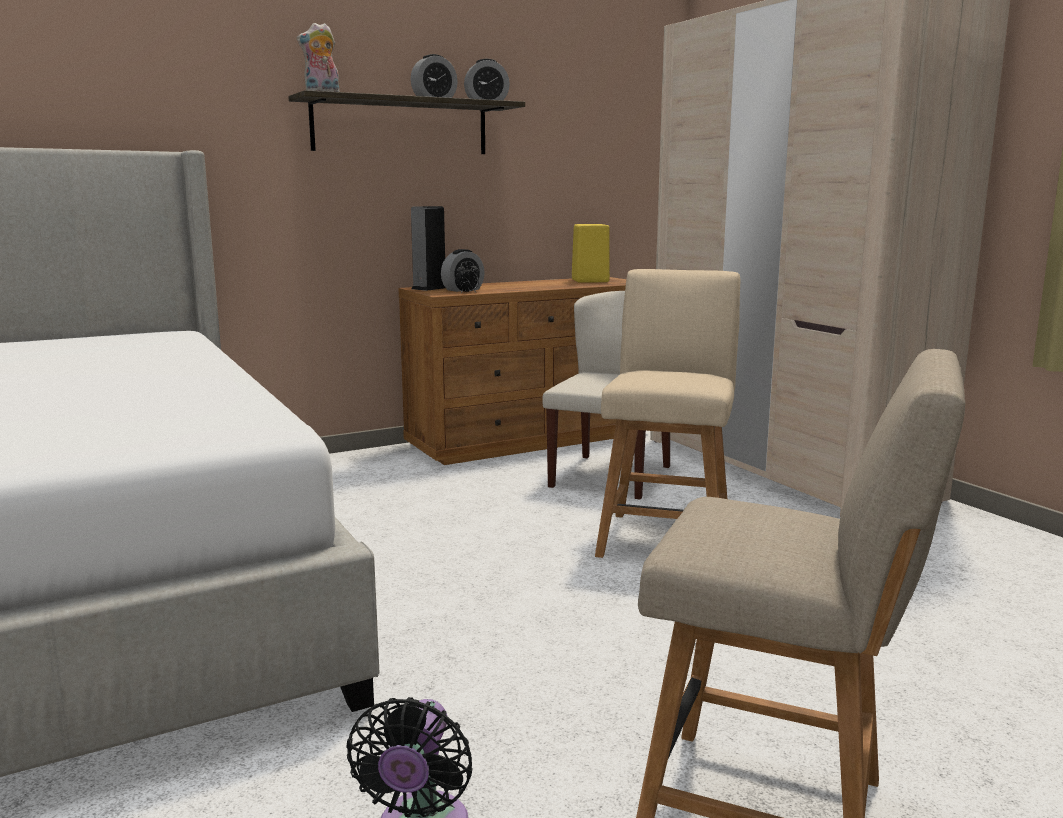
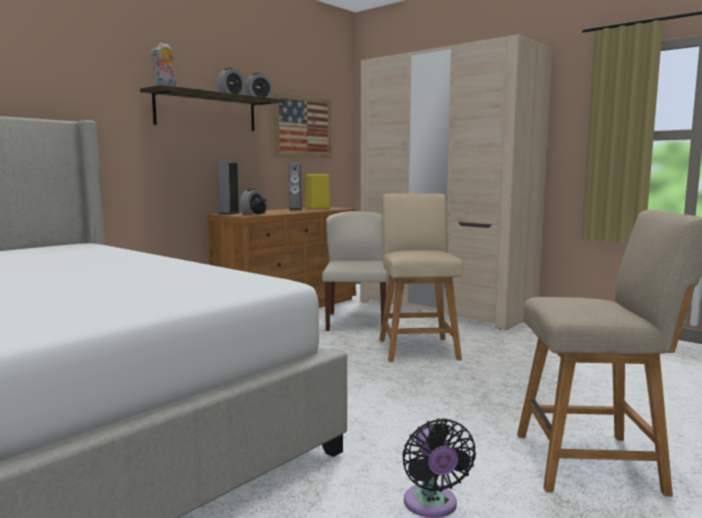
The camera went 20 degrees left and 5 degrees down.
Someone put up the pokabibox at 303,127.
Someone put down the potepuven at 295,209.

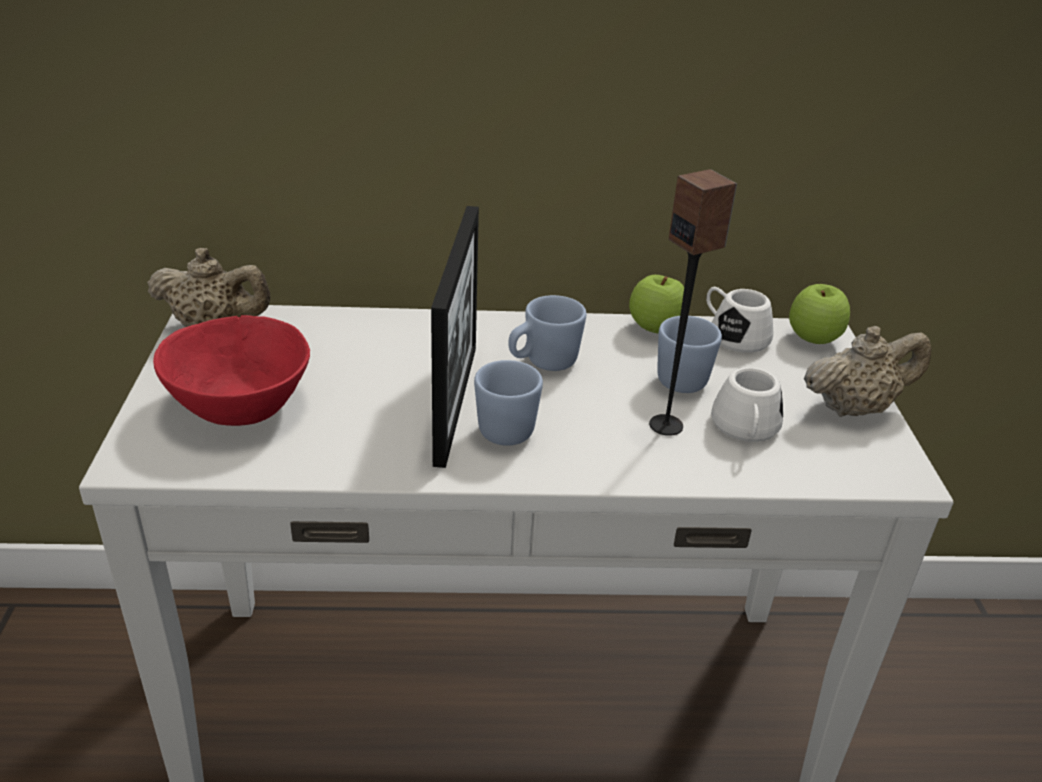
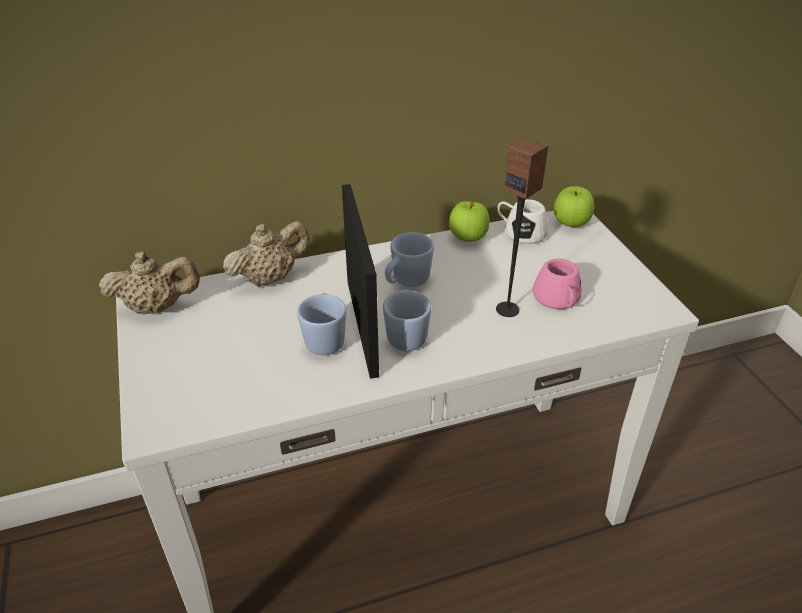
The camera went 15 degrees left and 5 degrees up.
Someone carried the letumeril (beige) from 854,408 to 270,278.
Someone carried the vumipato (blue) from 683,376 to 325,339.
Someone repainted the vumipato (white) at 745,430, which became the vumipato (pink) at 558,300.
Someone took away the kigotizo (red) at 242,405.

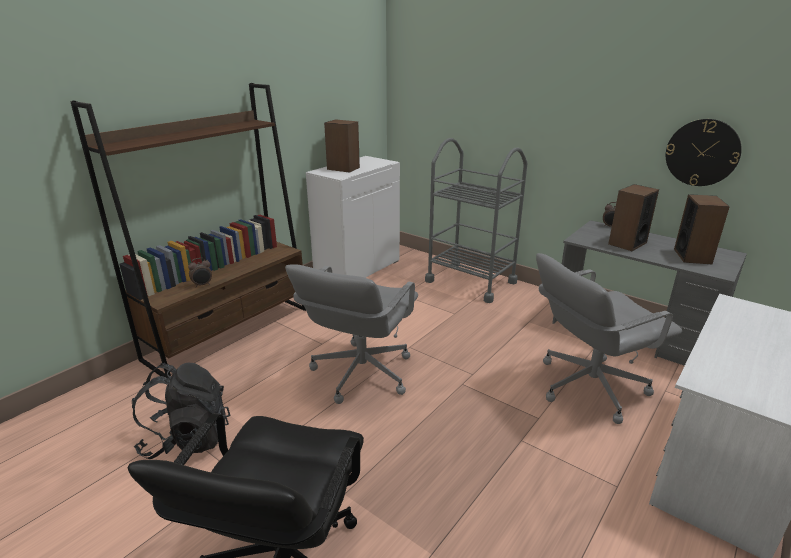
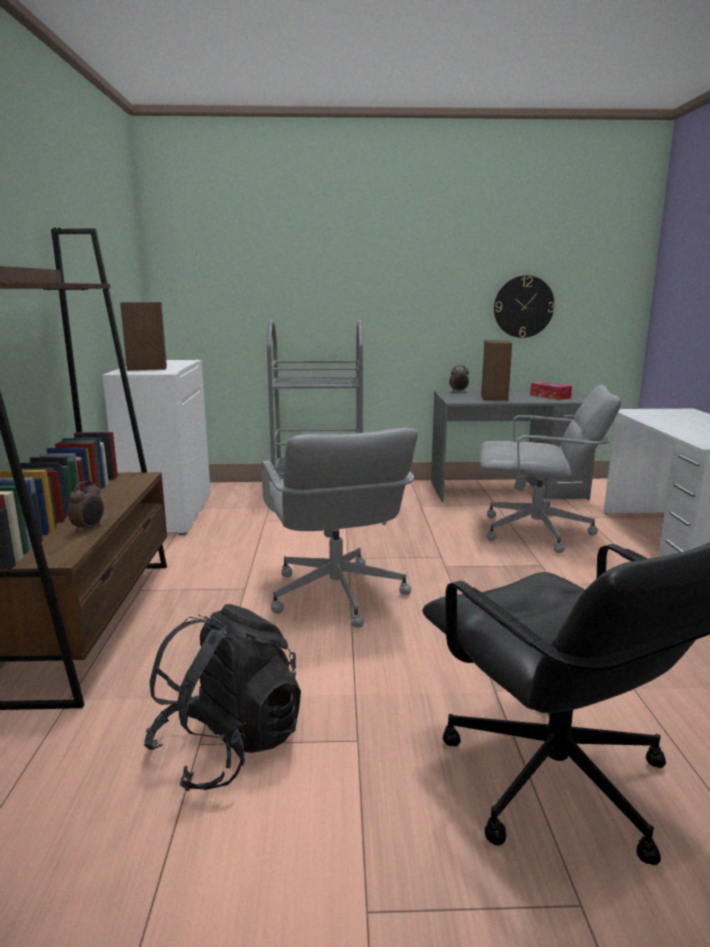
The camera went 40 degrees left and 10 degrees down.
Someone rotated the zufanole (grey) at 589,386 by 105 degrees counterclockwise.
Someone swapped the potepuven at 692,256 for the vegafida at 550,396.

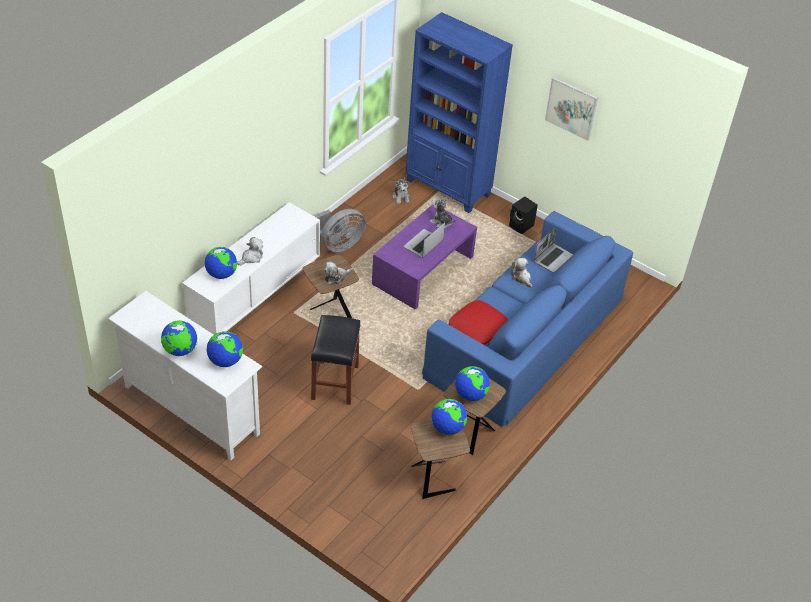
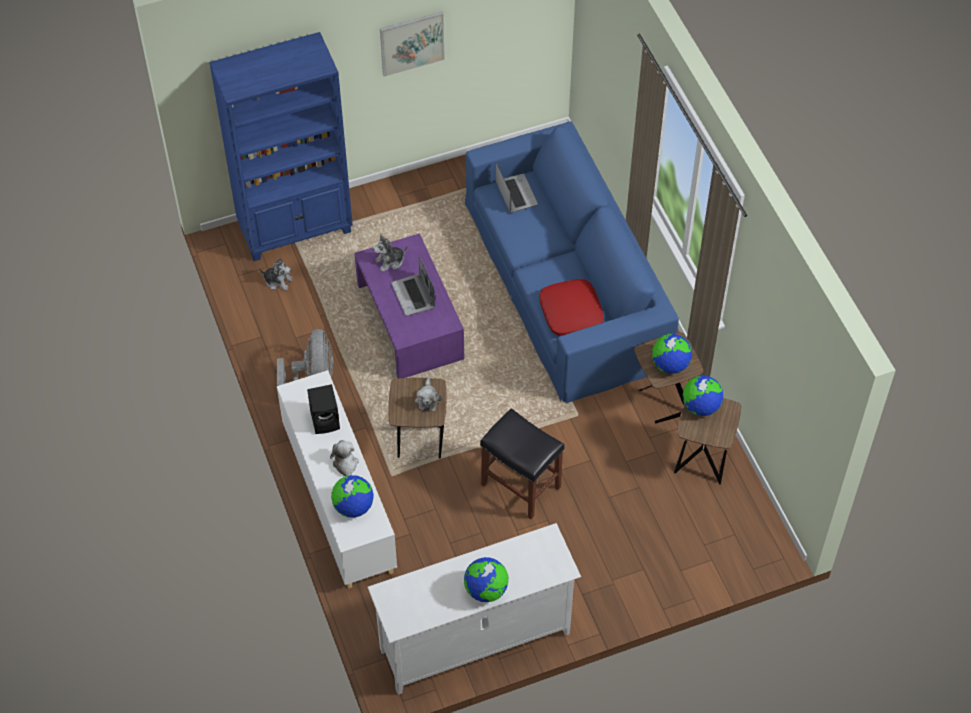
The camera went 55 degrees left and 10 degrees up.
Someone carried the potepuven (black) from 521,226 to 326,420.
Someone took away the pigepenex at 225,361.
Someone took away the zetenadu at 521,278.

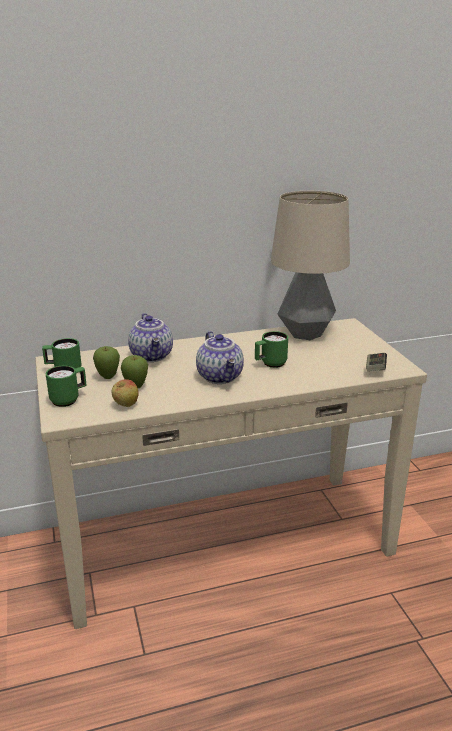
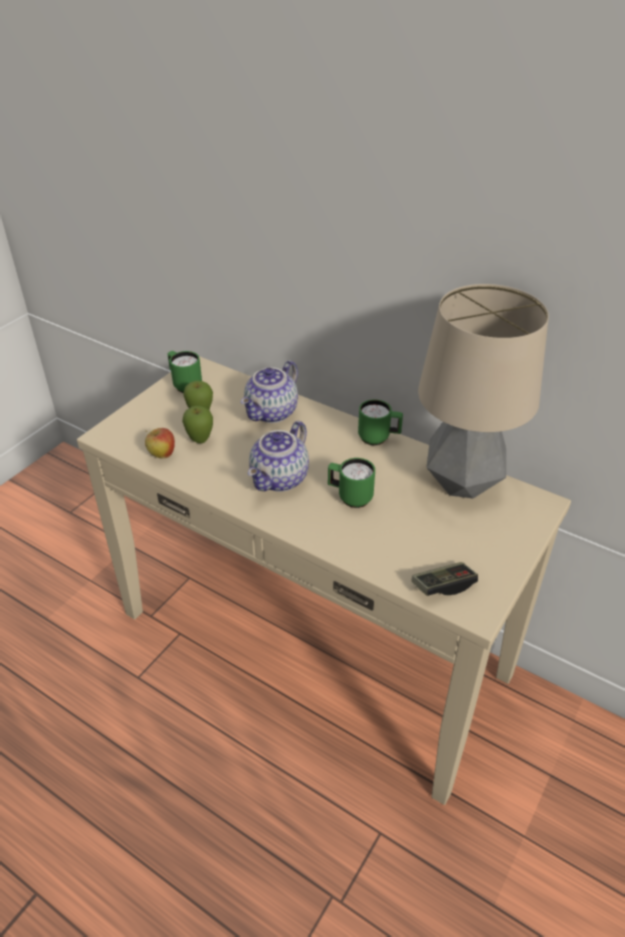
The camera went 50 degrees right and 15 degrees up.
Someone carried the vumipato (green) from 69,400 to 379,438.

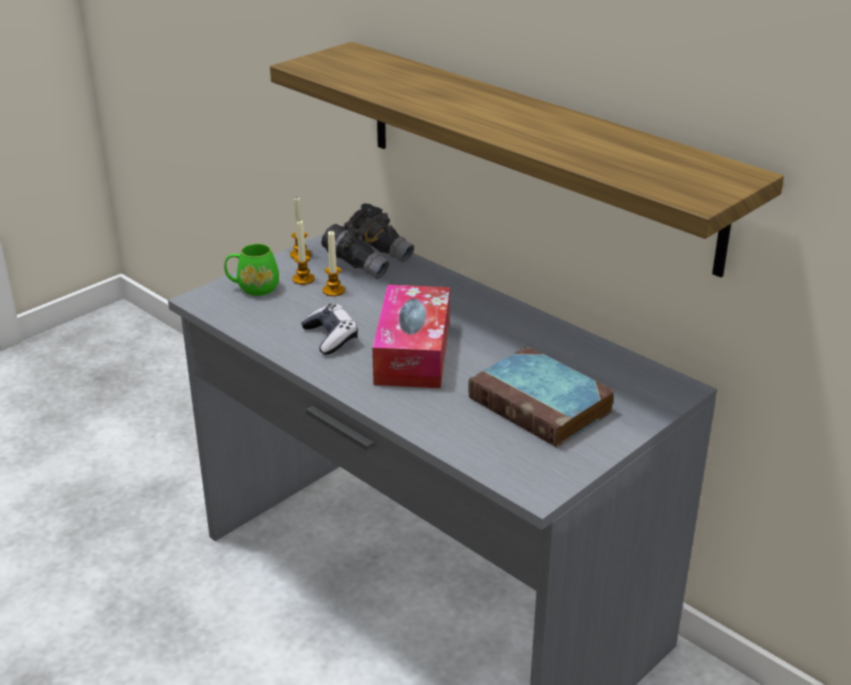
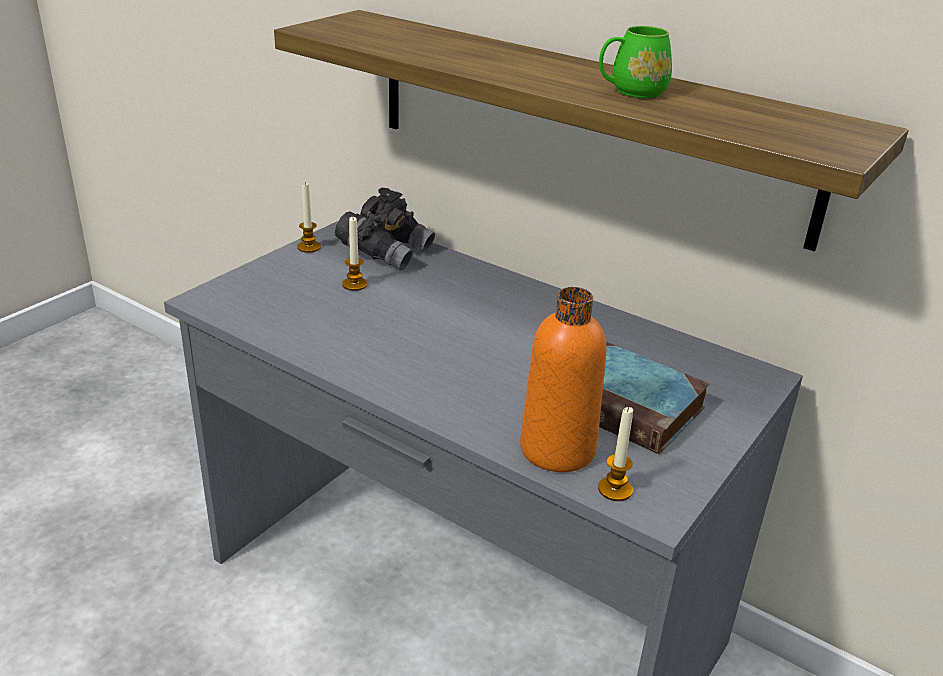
The camera went 10 degrees left and 0 degrees up.
Someone put down the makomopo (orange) at 557,449.
Someone carried the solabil from 303,279 to 615,489.
Someone carried the vumipato (green) from 253,288 to 631,91.
Someone took away the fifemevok at 330,337.
Someone took away the vegafida at 413,352.

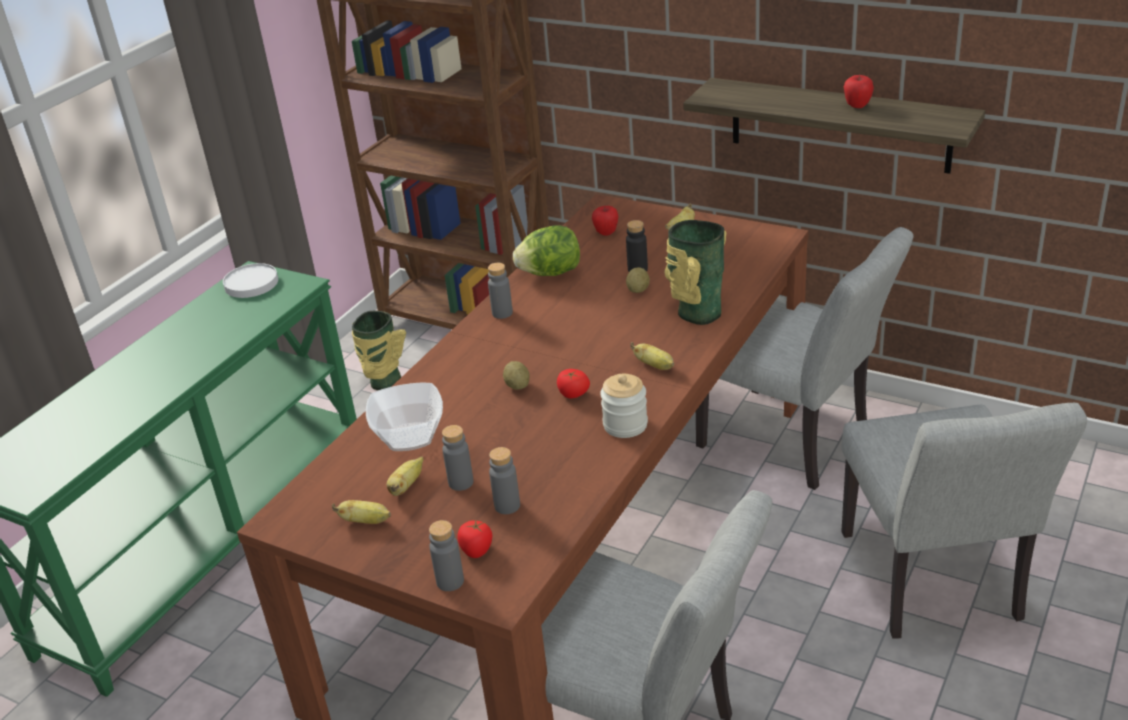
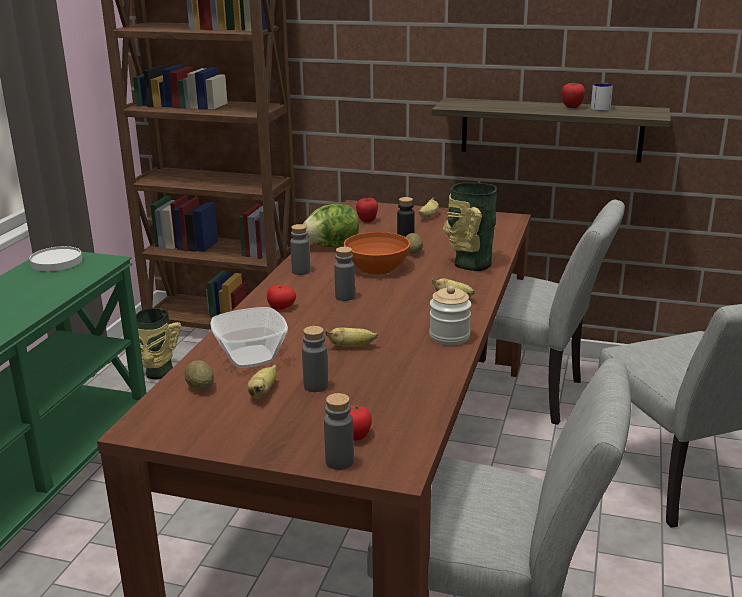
The camera went 15 degrees left and 10 degrees down.
Someone carried the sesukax from 517,386 to 200,387.
Someone carried the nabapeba from 573,394 to 281,307.
Someone carried the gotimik from 366,521 to 352,346.
Someone carried the makomopo (grey) from 507,506 to 345,297.
Someone put down the kigotizo (orange) at 376,267.
Someone put down the vumipato at 599,108.

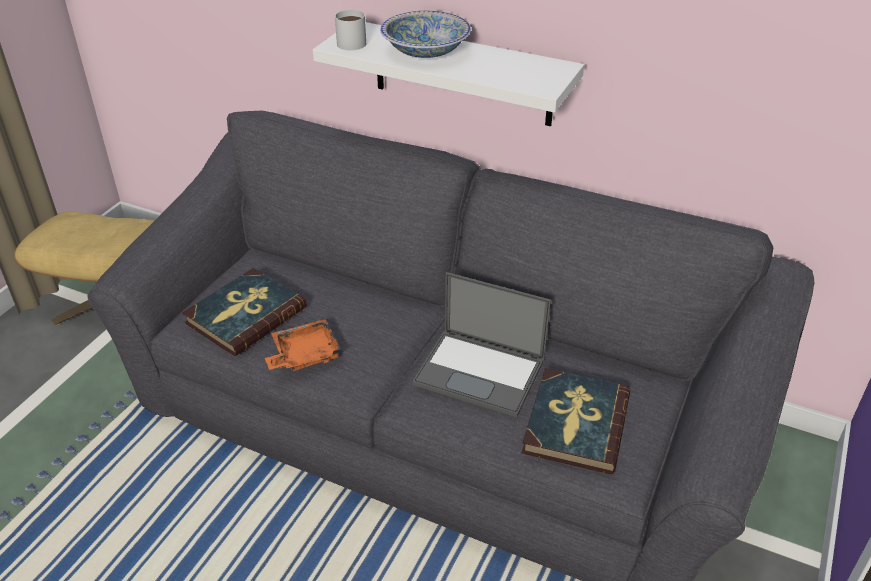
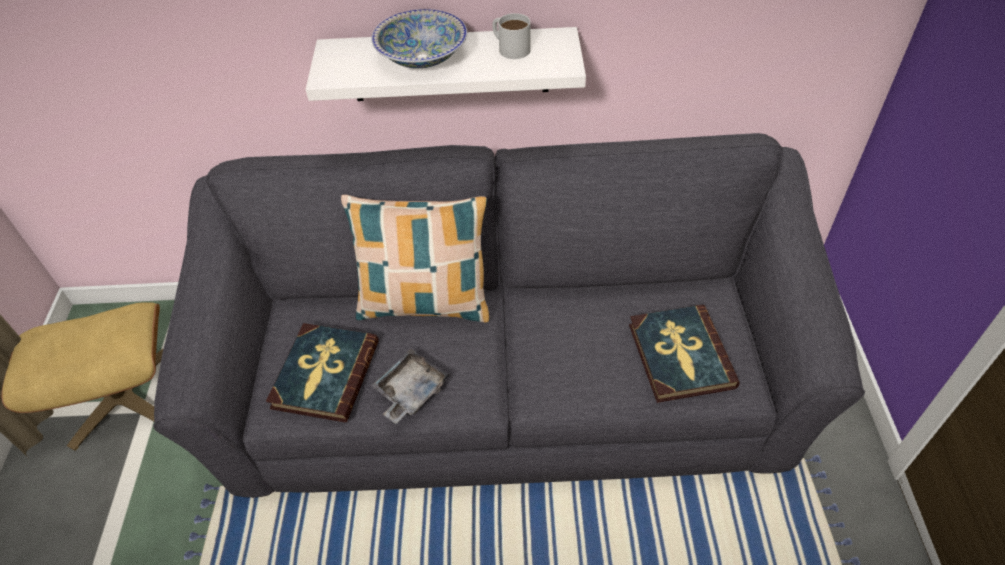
The camera went 25 degrees left and 10 degrees up.
Someone put down the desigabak at 425,304.
Someone repainted the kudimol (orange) at 304,354, which became the kudimol (grey) at 410,391.
Someone carried the vumipato (white) from 350,41 to 510,47.
Someone took away the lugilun at 481,372.

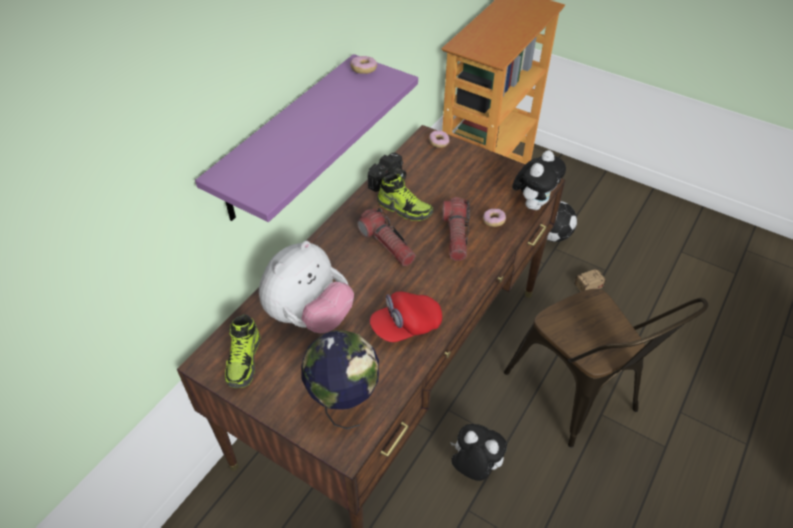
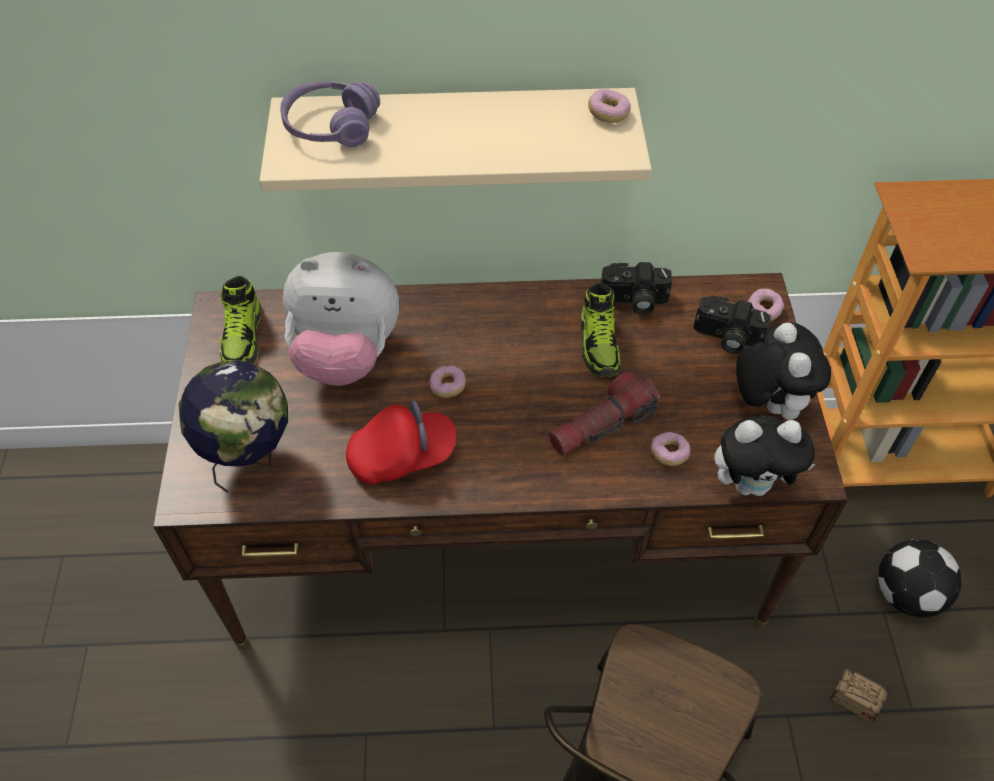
The camera went 55 degrees right and 5 degrees up.
Someone rotated the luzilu at 244,360 by 60 degrees counterclockwise.
Someone repainted the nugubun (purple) at 286,139, which became the nugubun (beige) at 455,135.
Someone put down the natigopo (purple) at 331,126.
Someone rotated the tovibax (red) at 406,326 by 135 degrees clockwise.
Someone put down the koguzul at 448,387.
Someone put down the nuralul at 726,338.
Someone carried the zetenadu from 474,467 to 768,403.
Someone took away the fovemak at 387,244.

